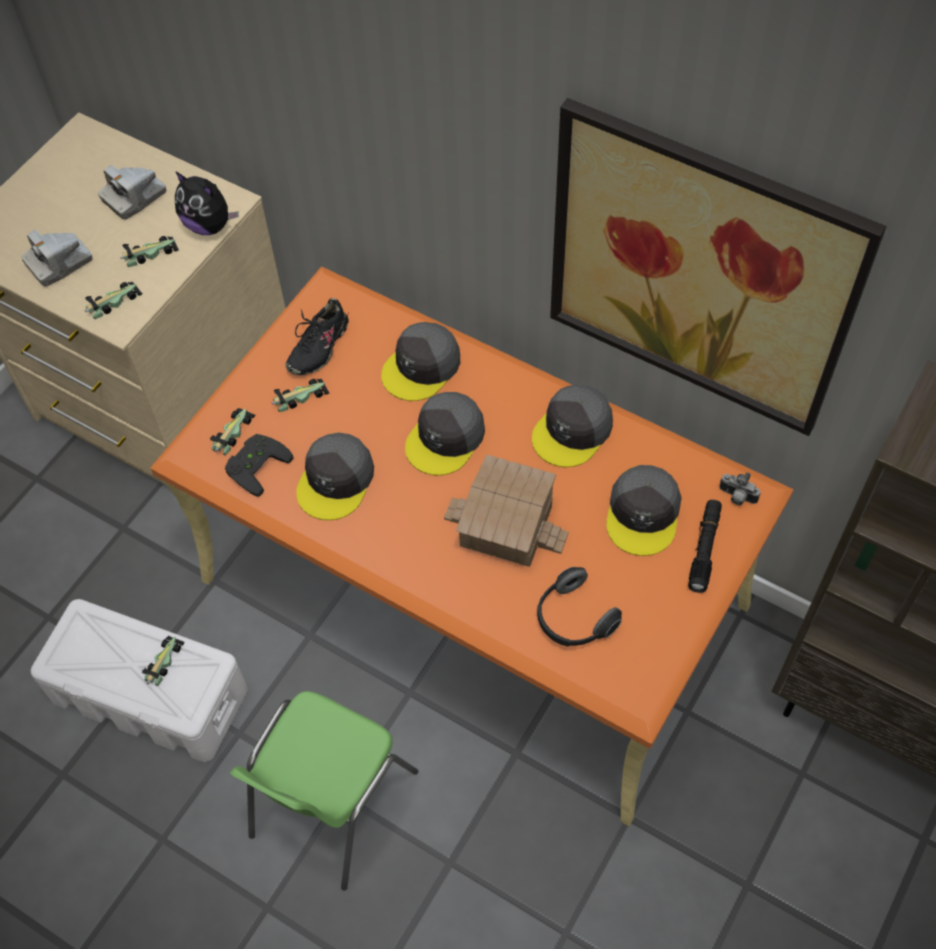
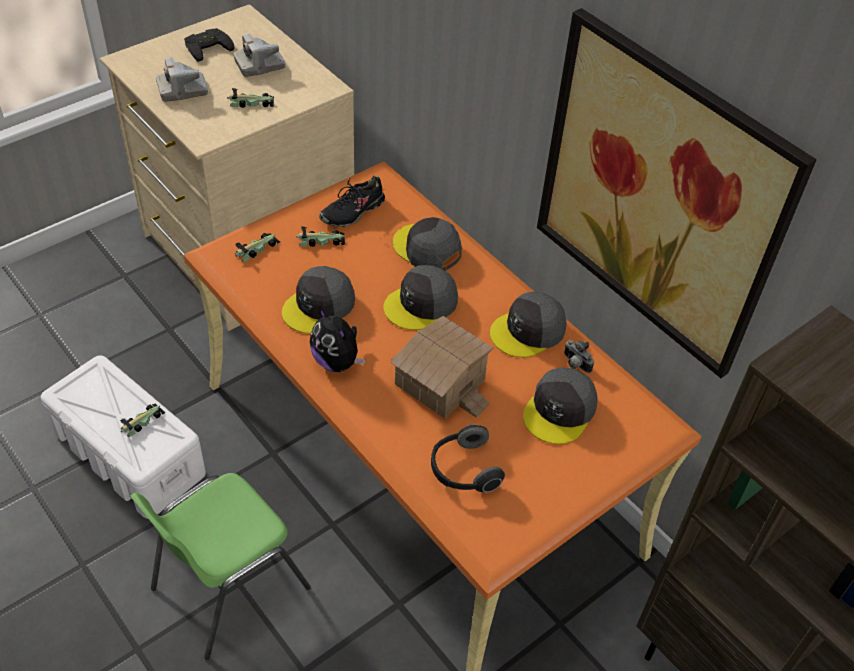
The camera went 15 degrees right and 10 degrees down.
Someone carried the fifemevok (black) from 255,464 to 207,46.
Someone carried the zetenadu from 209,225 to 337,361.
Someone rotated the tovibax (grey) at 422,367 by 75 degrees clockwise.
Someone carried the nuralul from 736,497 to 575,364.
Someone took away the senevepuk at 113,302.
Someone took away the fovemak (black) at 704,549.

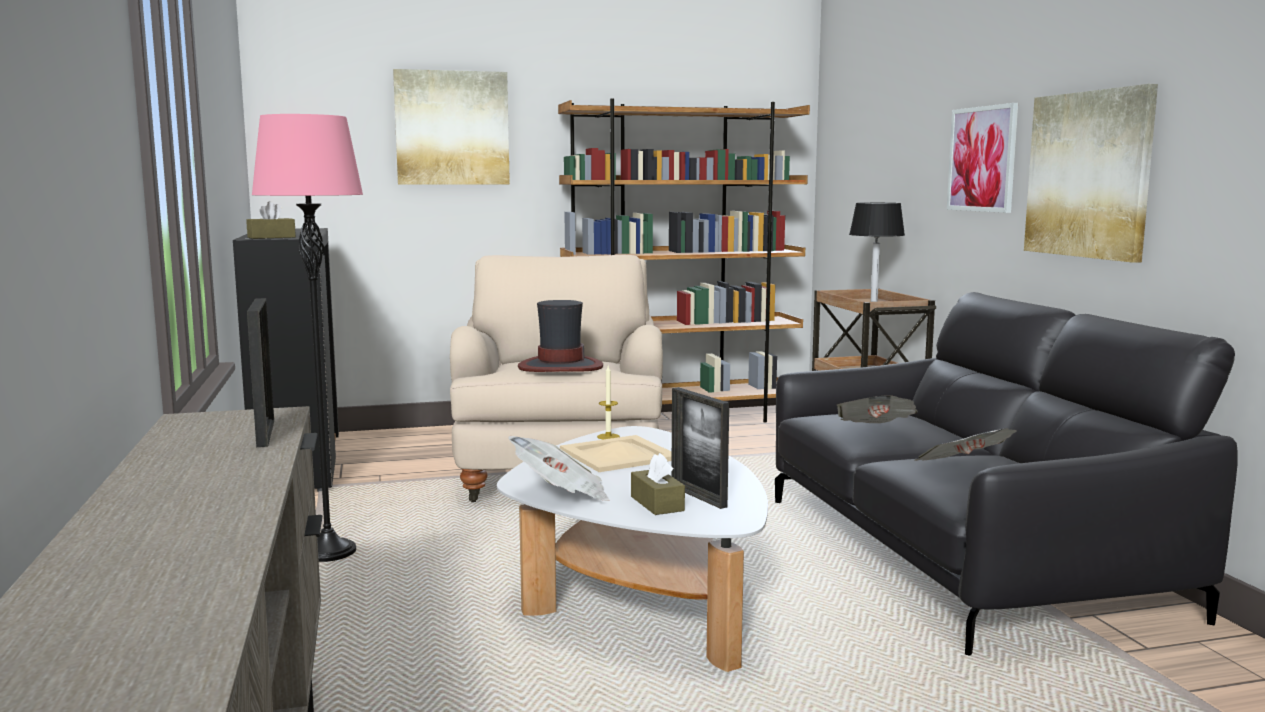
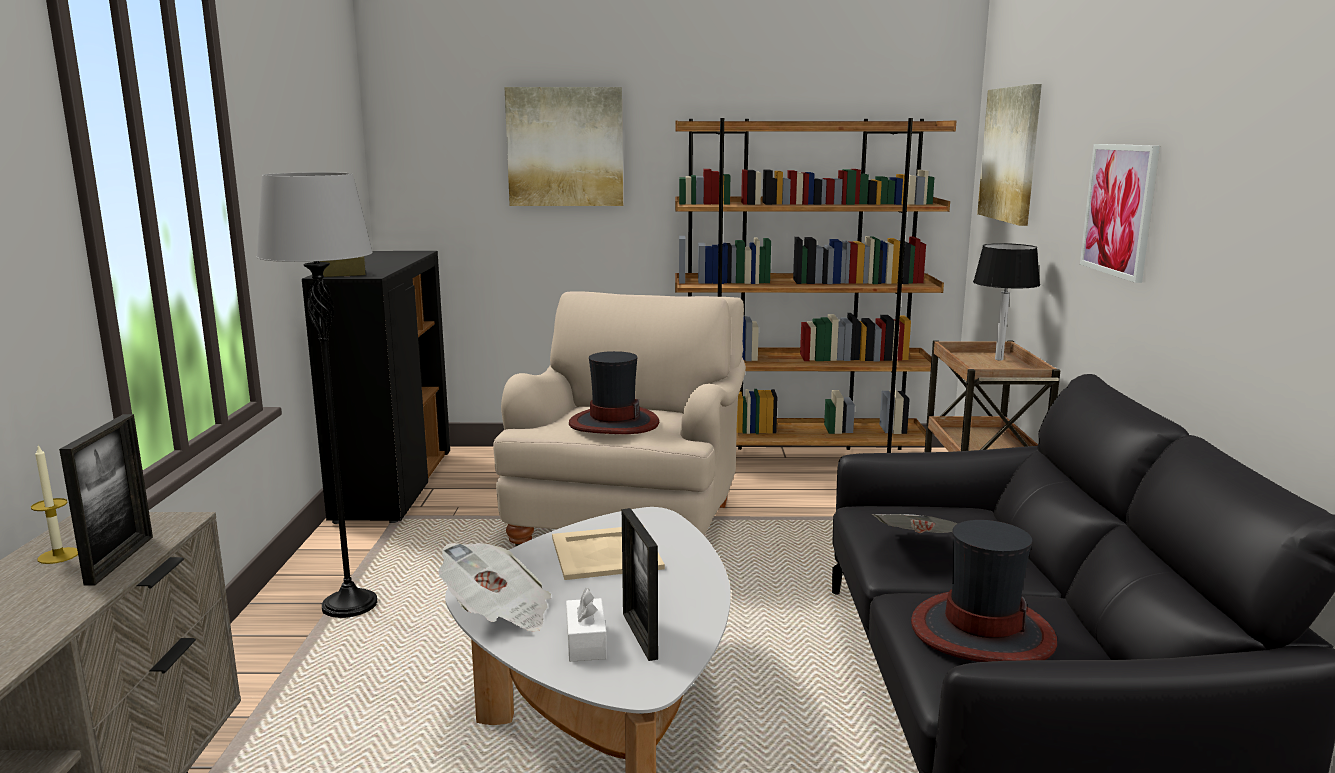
The camera went 15 degrees right and 5 degrees up.
Someone carried the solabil from 608,436 to 58,556.
Someone repainted the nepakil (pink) at 328,553, which became the nepakil (grey) at 350,606.
Someone repainted the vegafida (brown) at 657,504, which became the vegafida (white) at 586,642.
Someone swapped the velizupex at 962,470 for the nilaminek at 981,631.
Someone carried the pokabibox from 1089,174 to 1010,154.

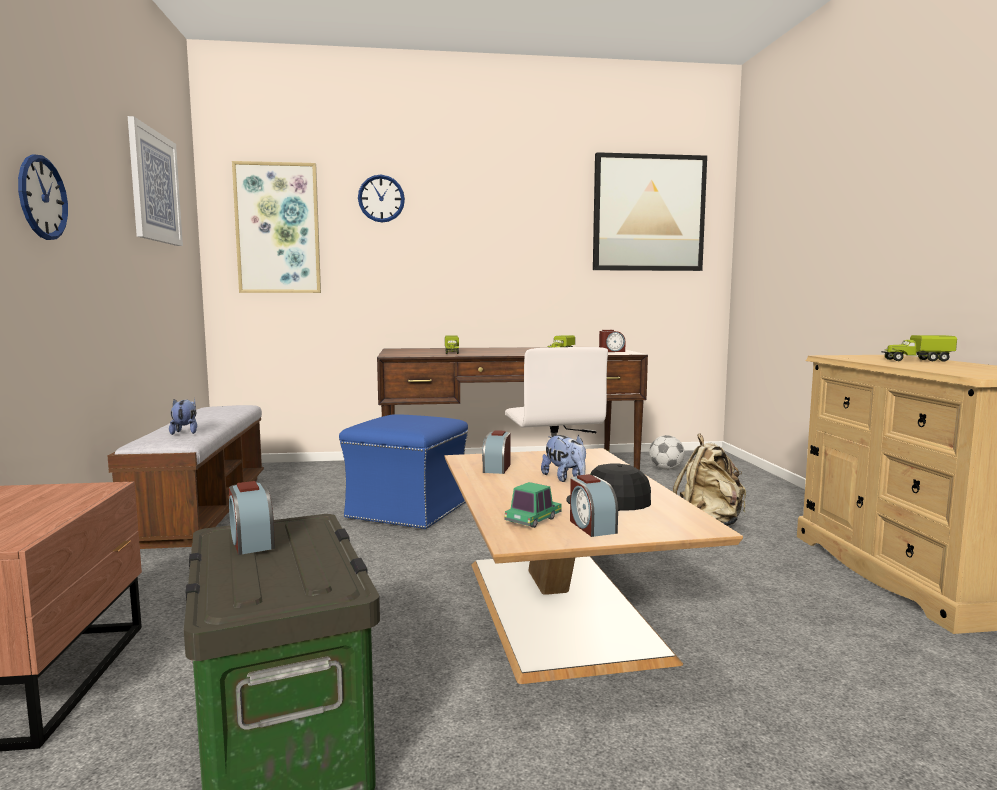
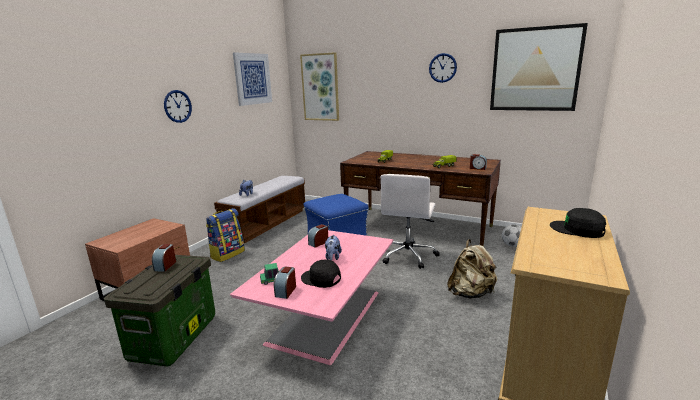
The camera went 35 degrees right and 10 degrees up.
Someone put down the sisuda at 227,254.
Someone repainted the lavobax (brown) at 562,609, which became the lavobax (pink) at 325,318.
Someone carried the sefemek from 381,198 to 442,68.
Someone swapped the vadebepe at 916,360 for the tovibax (black) at 577,229.

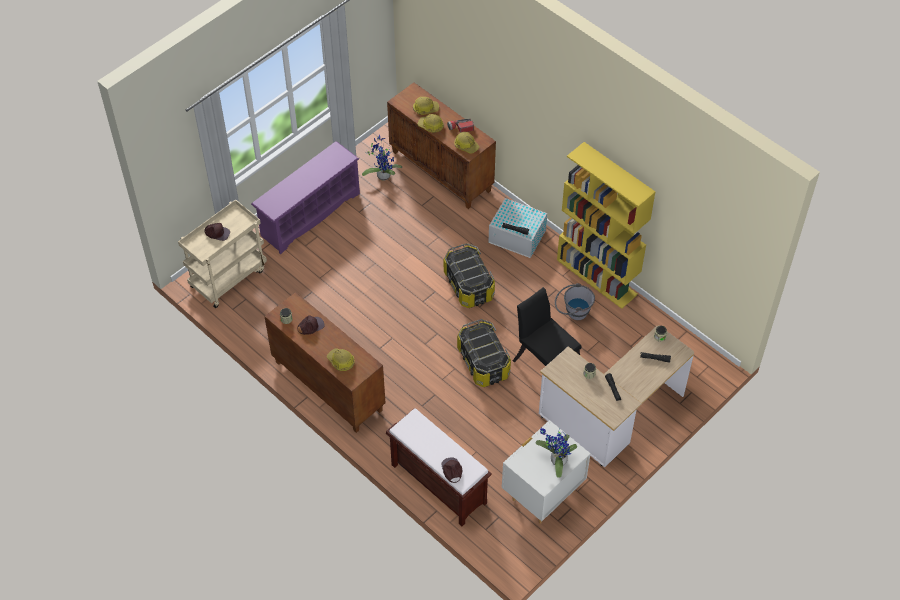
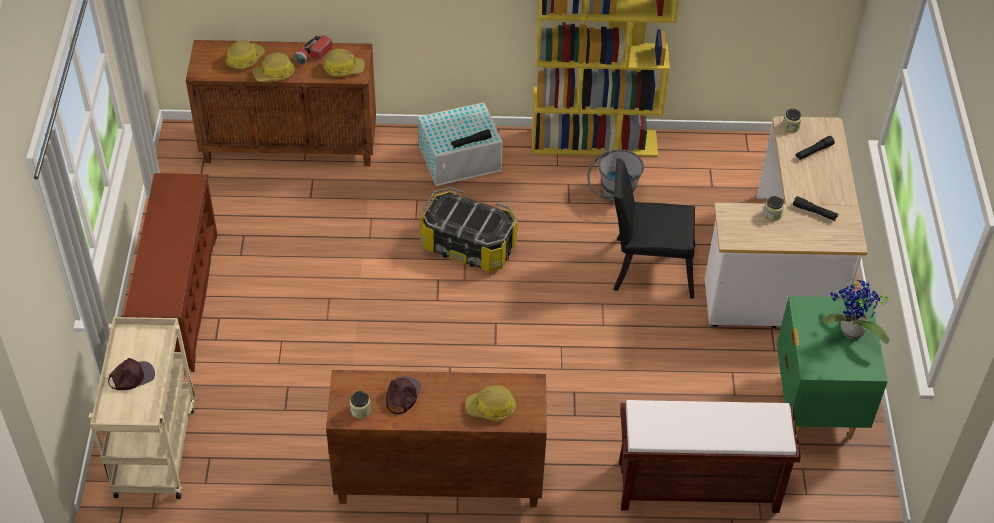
The camera went 45 degrees left and 5 degrees down.
Someone repainted the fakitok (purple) at 309,214, which became the fakitok (brown) at 179,299.
Someone repainted the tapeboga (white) at 542,495, which became the tapeboga (green) at 816,407.
Someone took away the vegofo at 382,174.
Someone took away the tovibax (brown) at 451,470.
Someone took away the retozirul at 483,362.

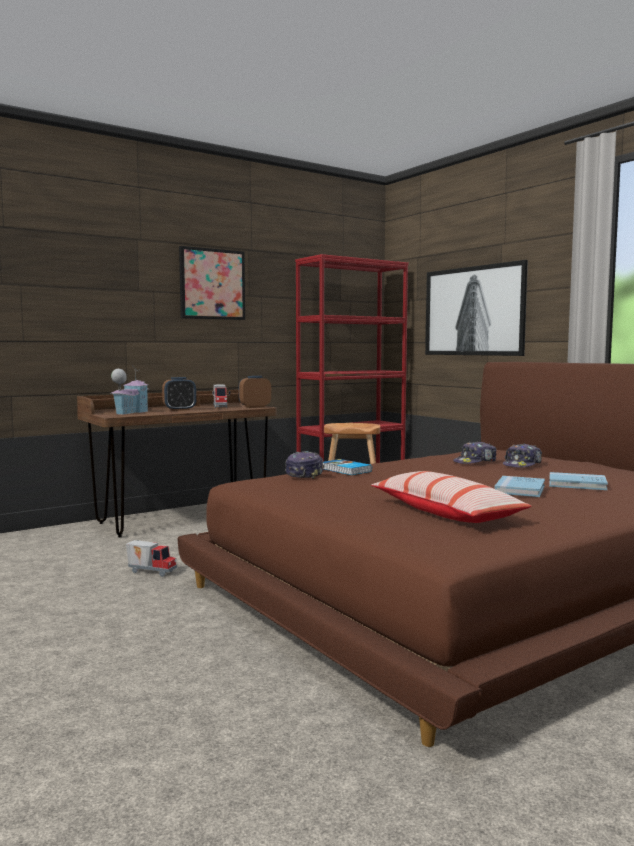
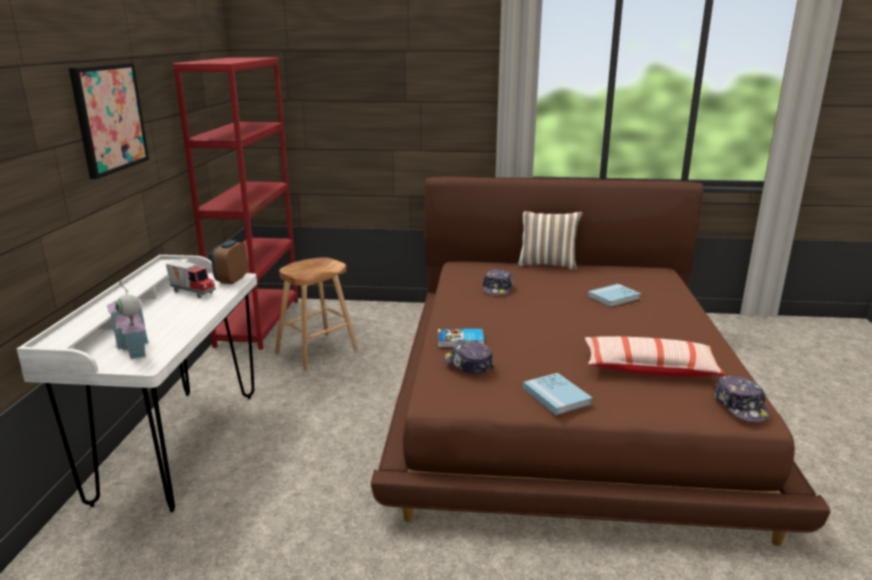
The camera went 50 degrees left and 15 degrees up.
Someone repainted the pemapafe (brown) at 182,518, which became the pemapafe (white) at 179,445.
Someone put down the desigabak at 547,264.
Someone carried the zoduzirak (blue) from 520,489 to 556,396.
Someone carried the tovibax from 522,465 to 740,406.
Someone took away the vadebepe at 152,571.
Someone took away the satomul at 179,410.
Someone took away the pokabibox at 473,311.

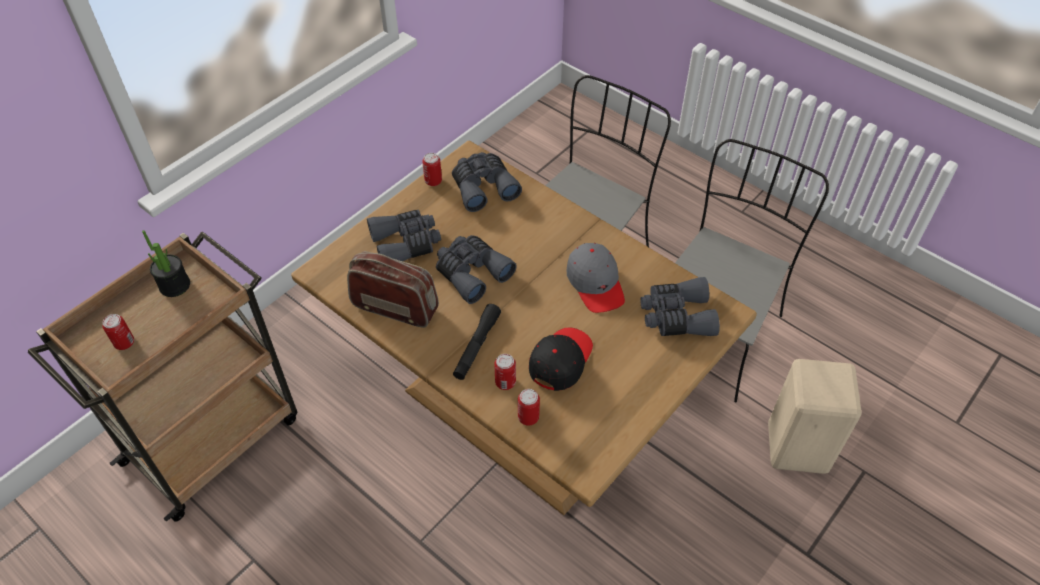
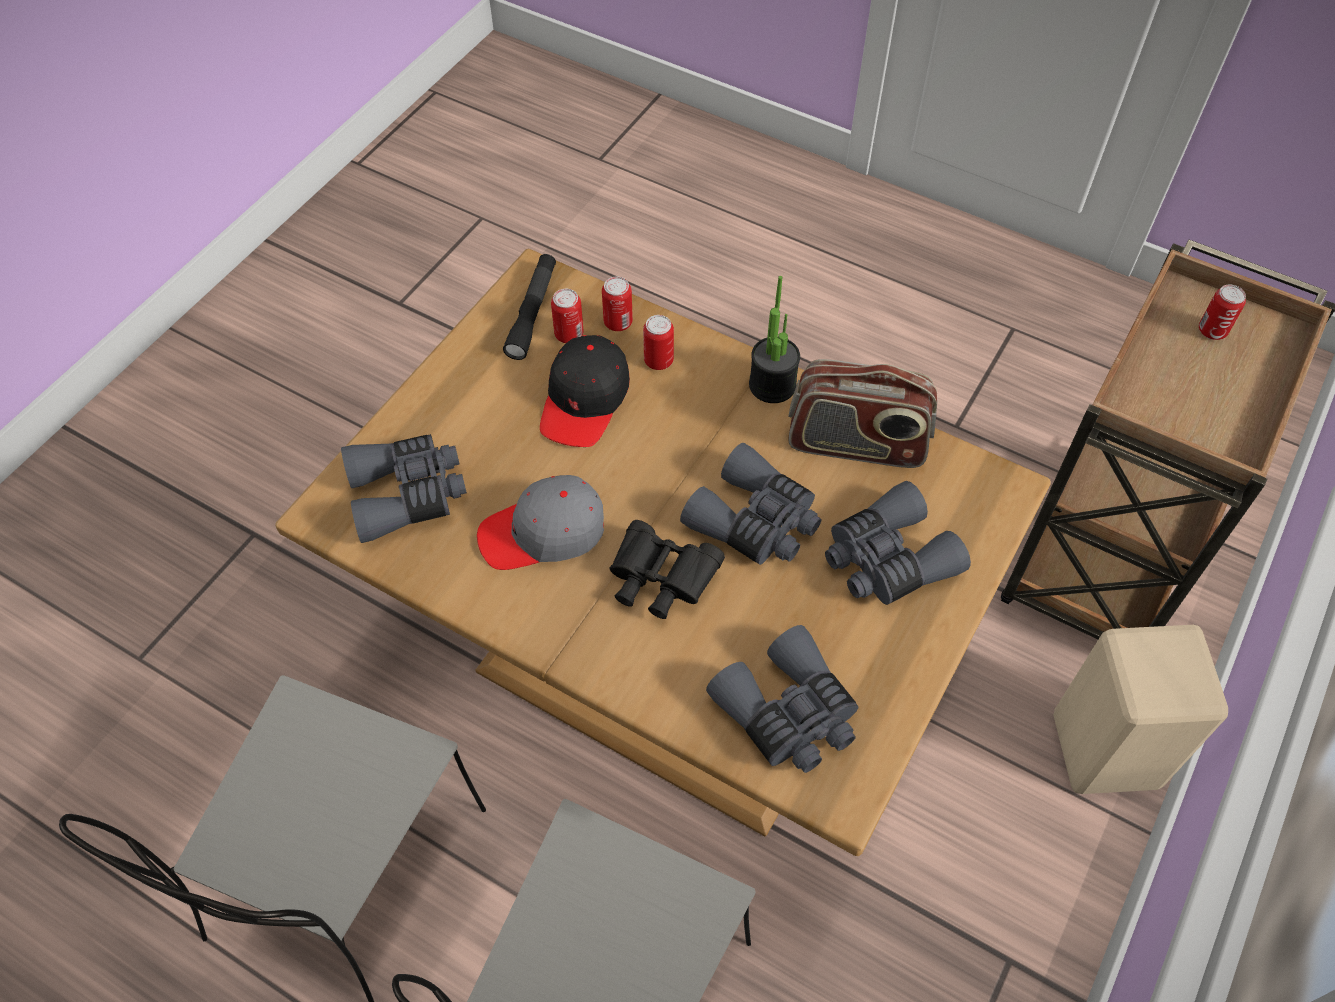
The camera went 170 degrees right and 5 degrees up.
Someone rotated the tovibax (grey) at 595,283 by 75 degrees counterclockwise.
Someone carried the fovemak (black) from 476,346 to 532,312.
Someone carried the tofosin from 433,181 to 569,334.
Someone put down the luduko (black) at 660,581.
Someone carried the vegofo from 174,285 to 772,385.
Someone carried the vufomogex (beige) from 798,446 to 1103,753.

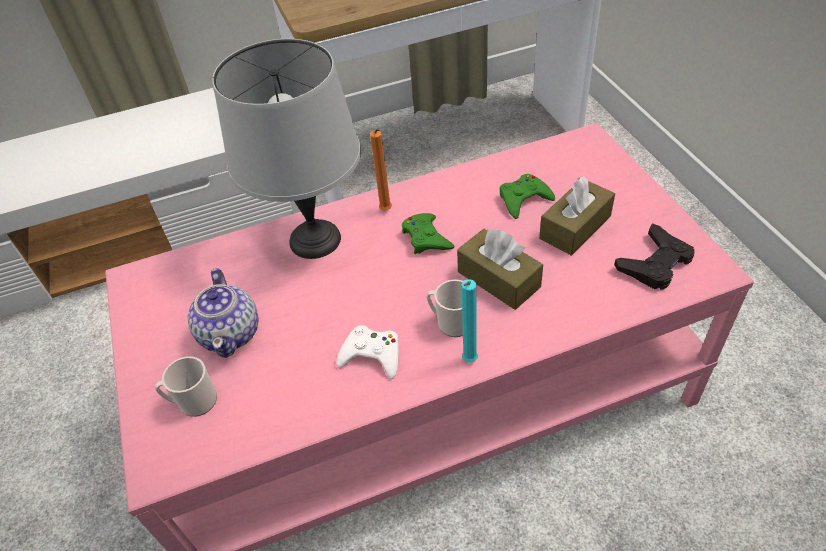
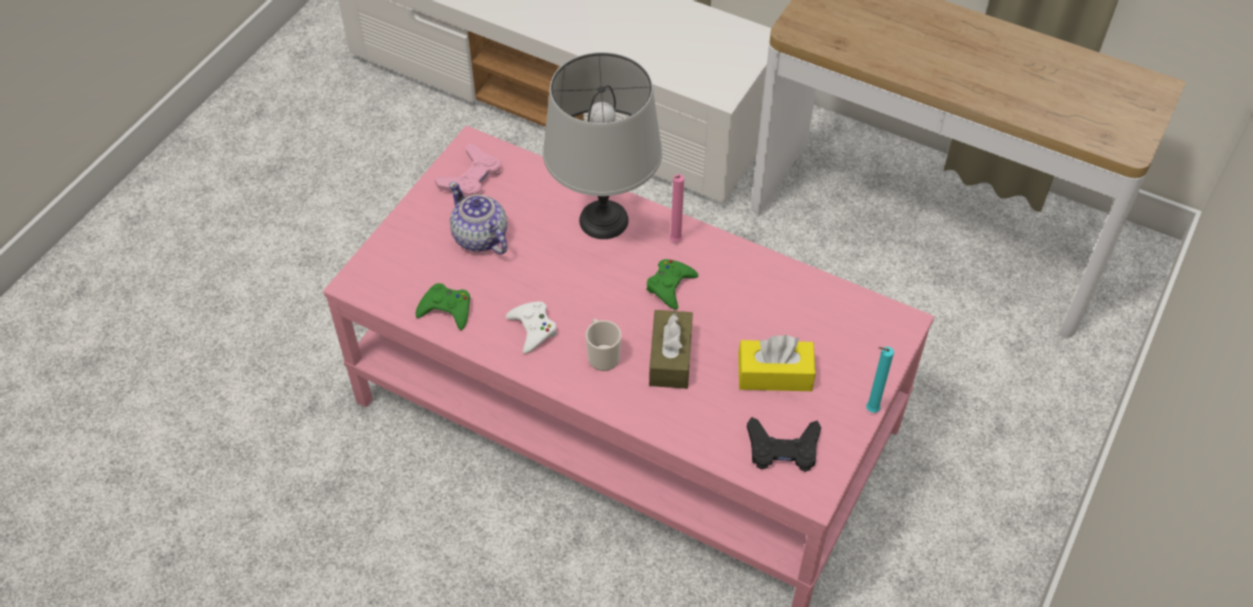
The camera went 45 degrees right and 5 degrees up.
Someone carried the fifemevok (green) from 523,199 to 446,309.
Someone put down the fifemevok (pink) at 471,178.
Someone rotated the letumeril at 231,333 by 105 degrees clockwise.
Someone repainted the solabil (orange) at 386,211, which became the solabil (pink) at 674,242.
Someone repainted the vegafida (brown) at 575,227, which became the vegafida (yellow) at 774,374.
Someone carried the solabil (turquoise) from 468,362 to 870,410.
Someone took away the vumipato at 194,402.

